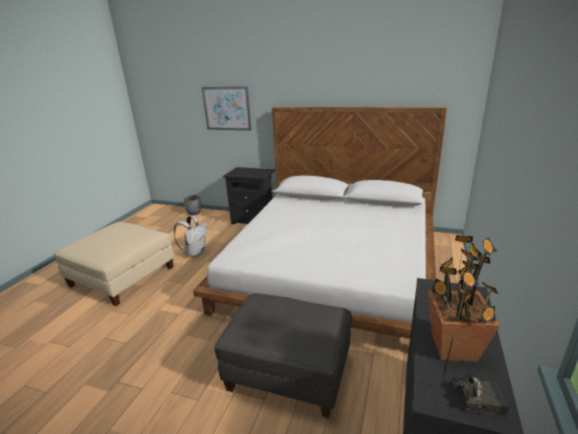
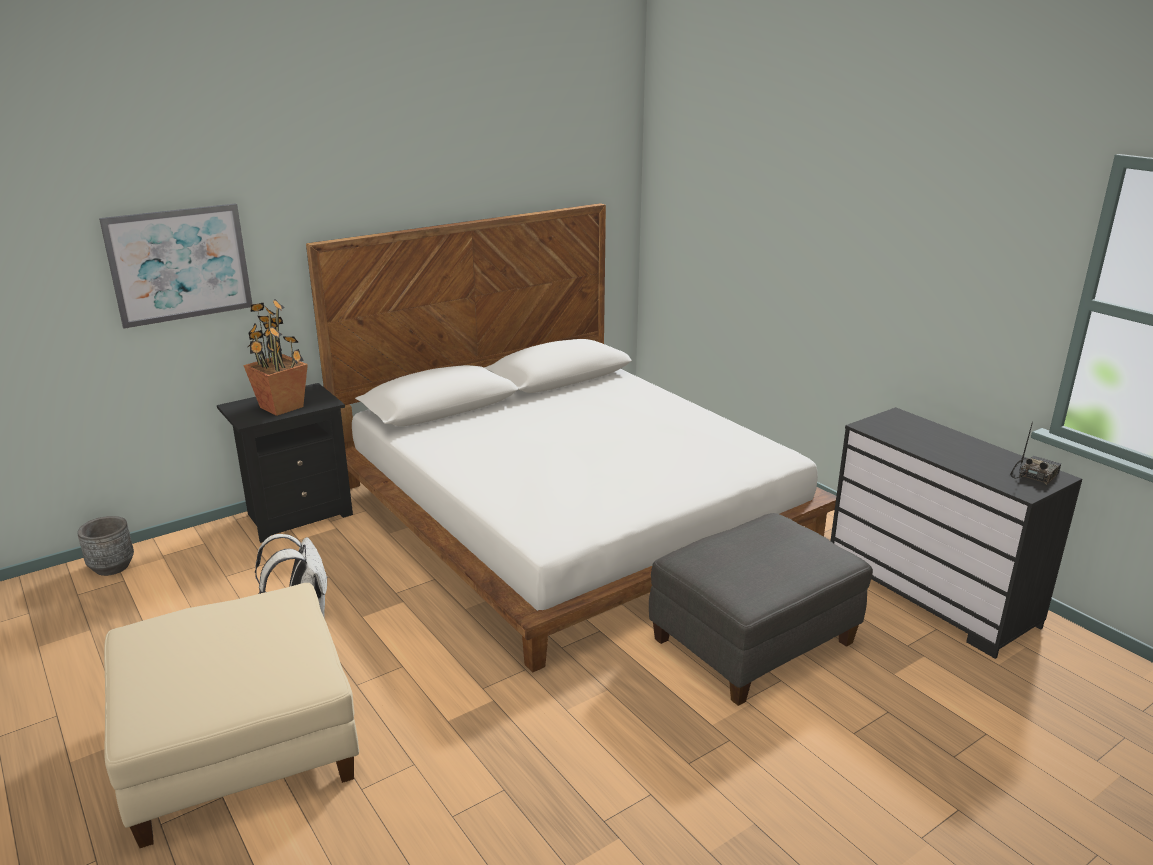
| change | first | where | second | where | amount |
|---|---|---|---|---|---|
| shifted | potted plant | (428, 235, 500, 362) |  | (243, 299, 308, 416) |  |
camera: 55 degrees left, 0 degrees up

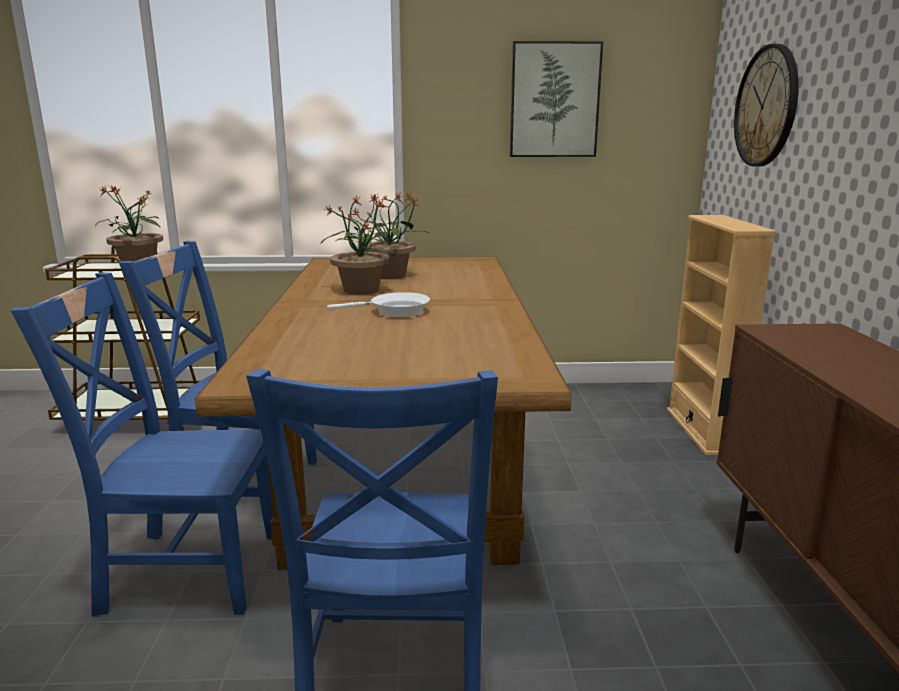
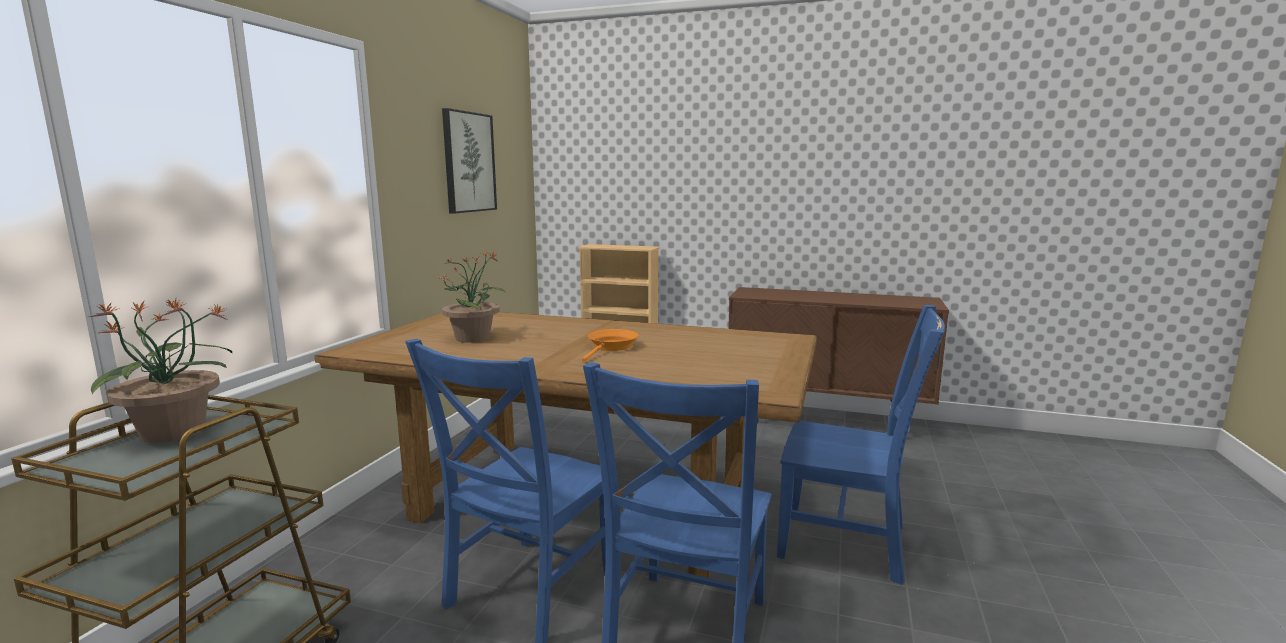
| change | first | where | second | where | amount |
|---|---|---|---|---|---|
| repainted | white frying pan | (327, 292, 430, 317) | orange frying pan | (582, 329, 639, 362) |  |
| gone | potted plant | (321, 195, 395, 294) |  |  |  |
| gone | wall clock | (734, 44, 799, 166) |  |  |  |
camera: 70 degrees left, 5 degrees down

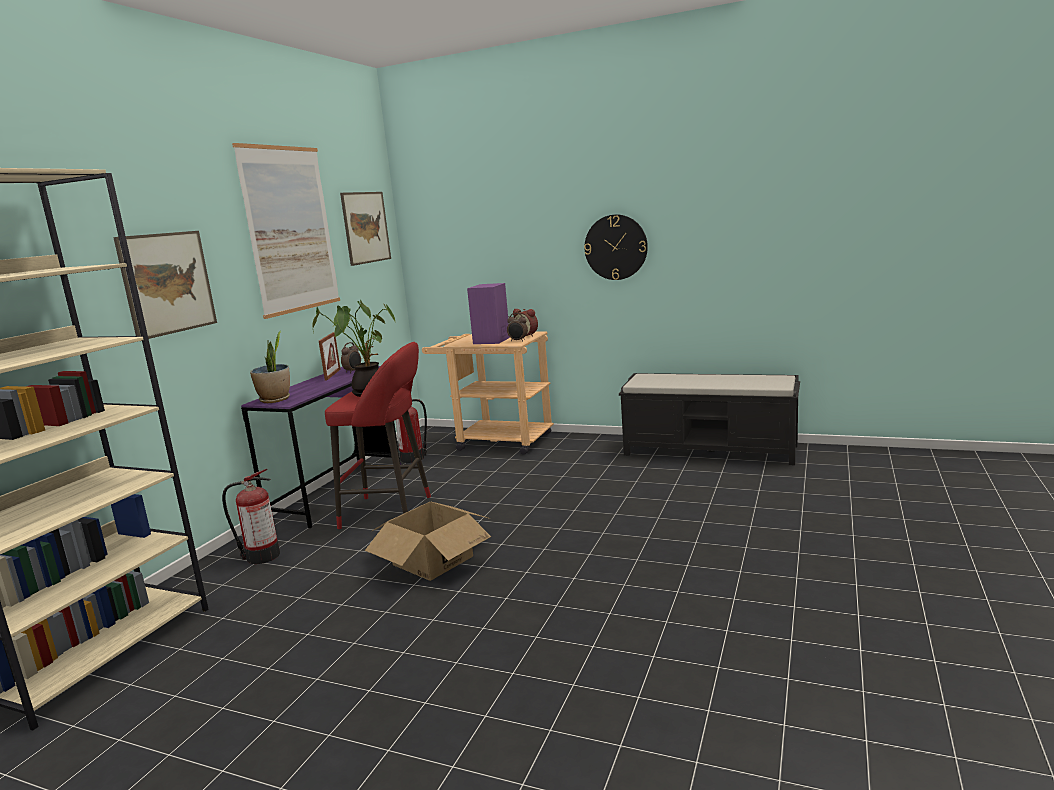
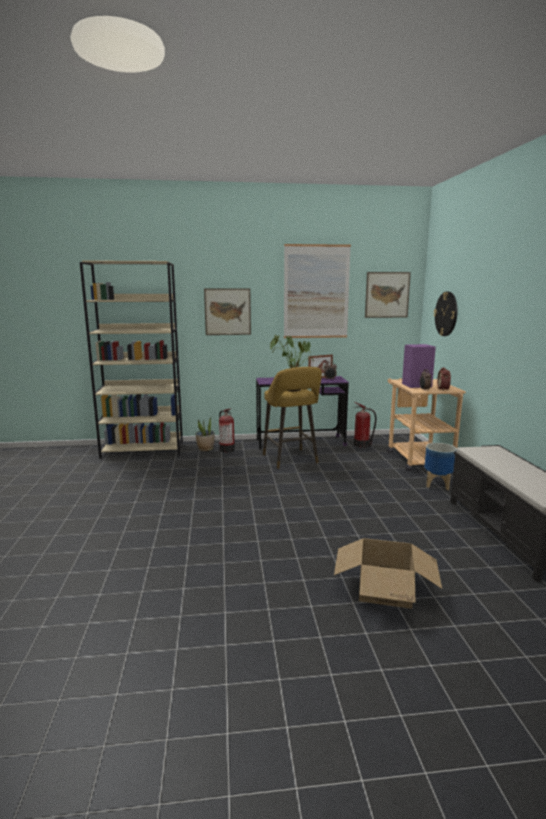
| change | first | where | second | where | amount |
|---|---|---|---|---|---|
| shifted | potted plant | (250, 331, 290, 403) |  | (196, 416, 215, 451) |  |
| repainted | red stool | (325, 342, 431, 529) | yellow stool | (263, 367, 322, 469) |  |
| shifted | cardboard box | (365, 502, 491, 581) |  | (334, 538, 442, 609) |  |
| new |  |  | planter | (424, 443, 457, 490) |  |
| shifted | wall clock | (584, 214, 648, 280) |  | (434, 292, 457, 336) |  |
camera: 60 degrees right, 0 degrees up

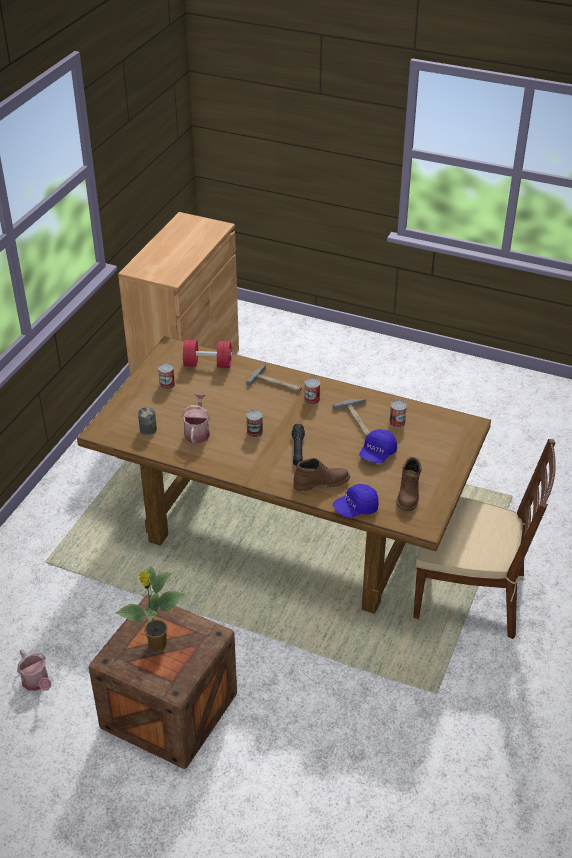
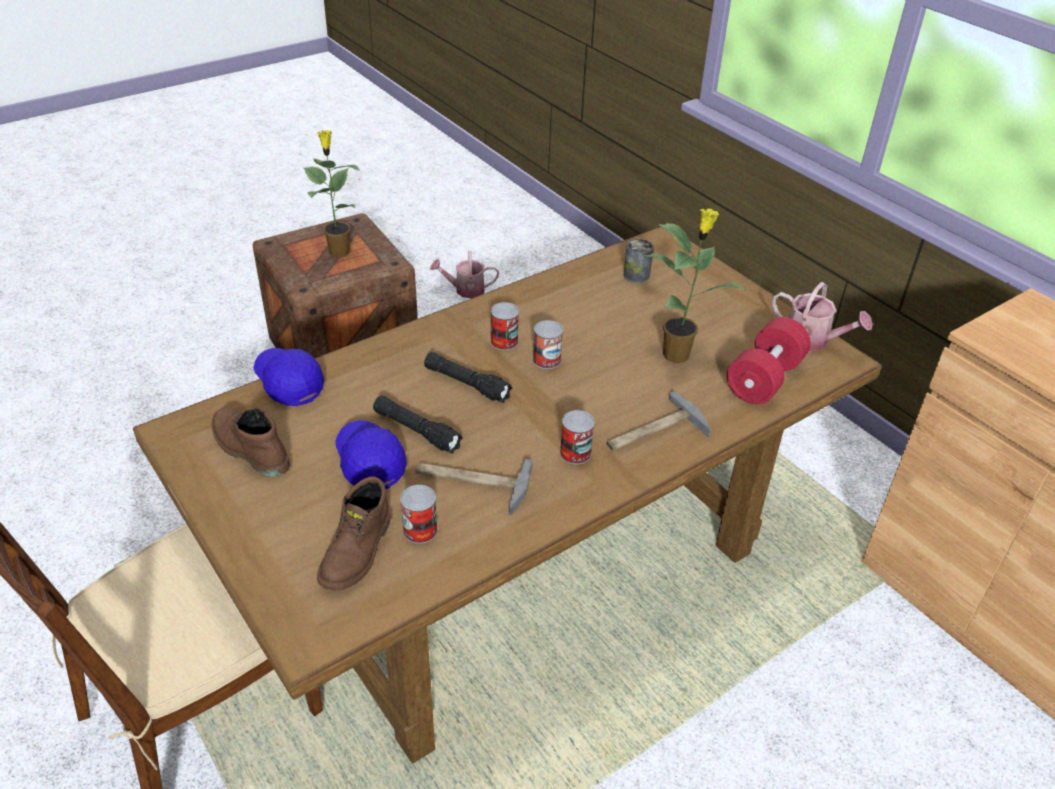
| change | first | where | second | where | amount |
|---|---|---|---|---|---|
| rotated | blue cap | (333, 484, 379, 518) |  | (254, 348, 324, 406) | 45 degrees counterclockwise |
| shifted | brown boot | (294, 458, 350, 492) |  | (317, 476, 390, 591) |  |
| new |  |  | black flashlight | (373, 395, 463, 454) |  |
| shifted | can | (158, 363, 175, 390) |  | (491, 302, 519, 350) |  |
| new |  |  | potted plant | (643, 208, 747, 363) |  |
| shifted | watering can | (181, 394, 210, 444) |  | (772, 282, 873, 351) |  |
camera: 120 degrees right, 0 degrees up

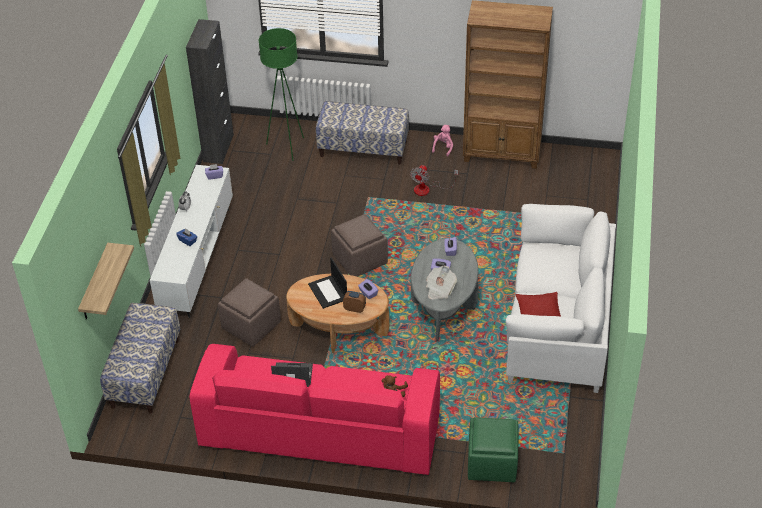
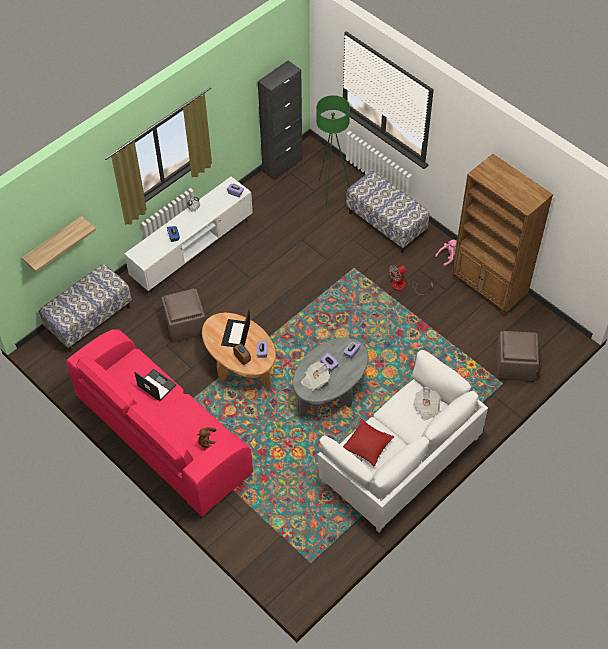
| change | first | where | second | where | amount |
|---|---|---|---|---|---|
| new |  |  | newspaper | (413, 387, 441, 421) |  |
| shifted | brown ottoman | (331, 214, 388, 277) |  | (496, 331, 539, 381) |  |
| gone | green ottoman | (468, 417, 519, 482) |  |  |  |
camera: 35 degrees right, 10 degrees up

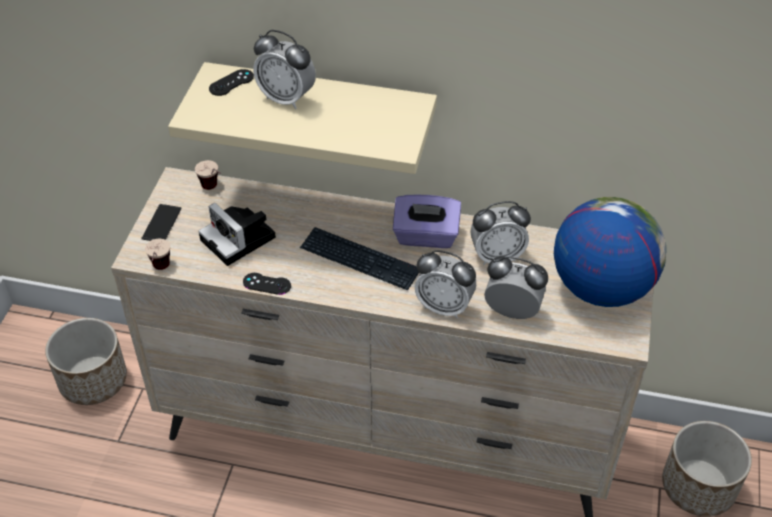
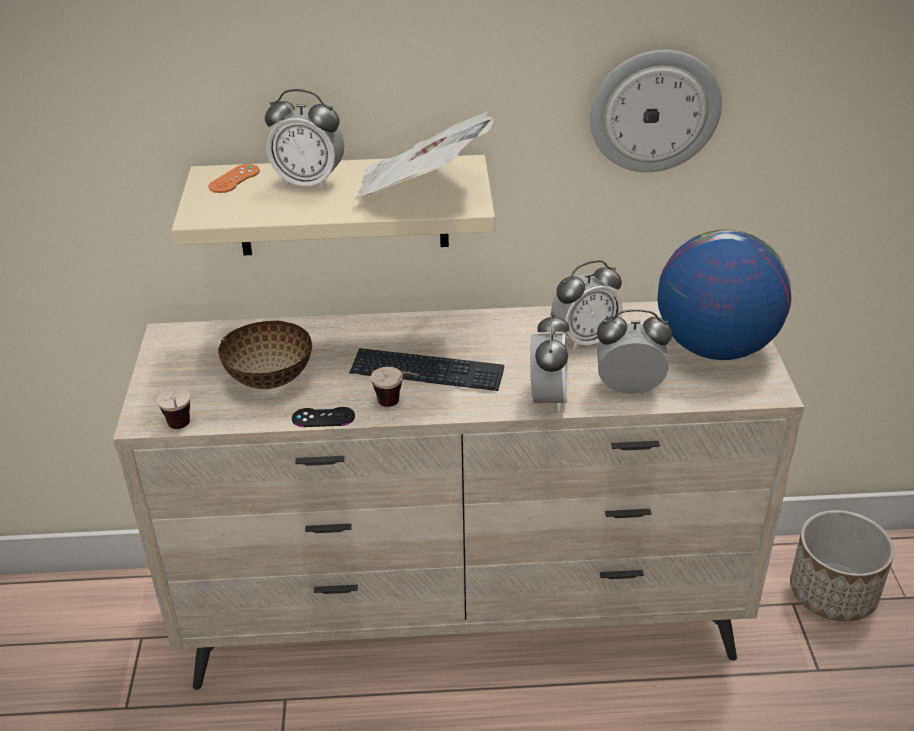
| change | first | where | second | where | amount |
|---|---|---|---|---|---|
| repainted | black game controller | (209, 69, 254, 96) | orange game controller | (209, 164, 260, 193) |  |
| swapped | photo camera | (198, 203, 276, 266) | bowl | (218, 320, 312, 389) |  |
| new |  |  | newspaper | (354, 112, 494, 200) |  |
| shifted | cup | (195, 160, 221, 190) |  | (371, 367, 419, 407) |  |
| rotated | alarm clock | (415, 250, 476, 318) |  | (530, 312, 569, 413) | 90 degrees counterclockwise |
| new |  |  | wall clock | (590, 50, 722, 172) |  |
| gone | planter | (45, 318, 127, 405) |  |  |  |
| gone | phone | (141, 204, 182, 241) |  |  |  |
| gone | purple tissue box | (393, 195, 461, 248) |  |  |  |
camera: 15 degrees left, 10 degrees down

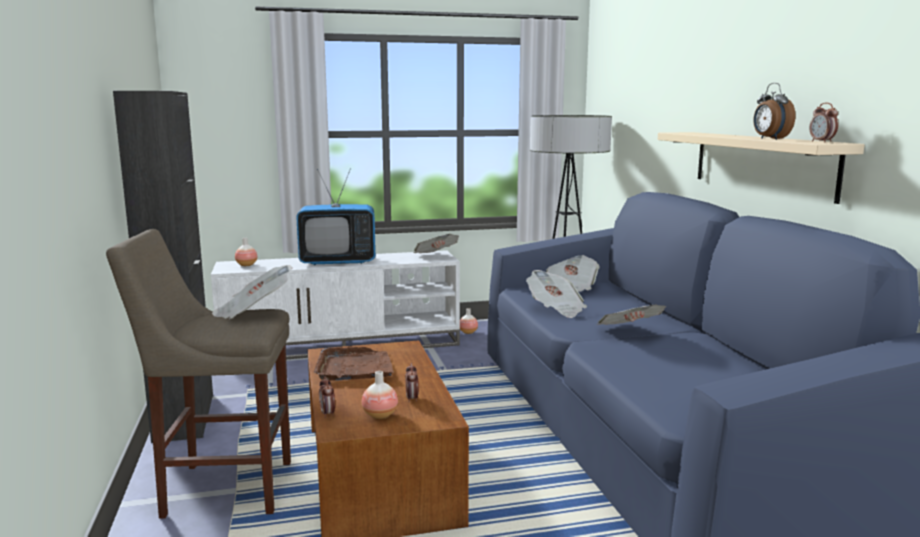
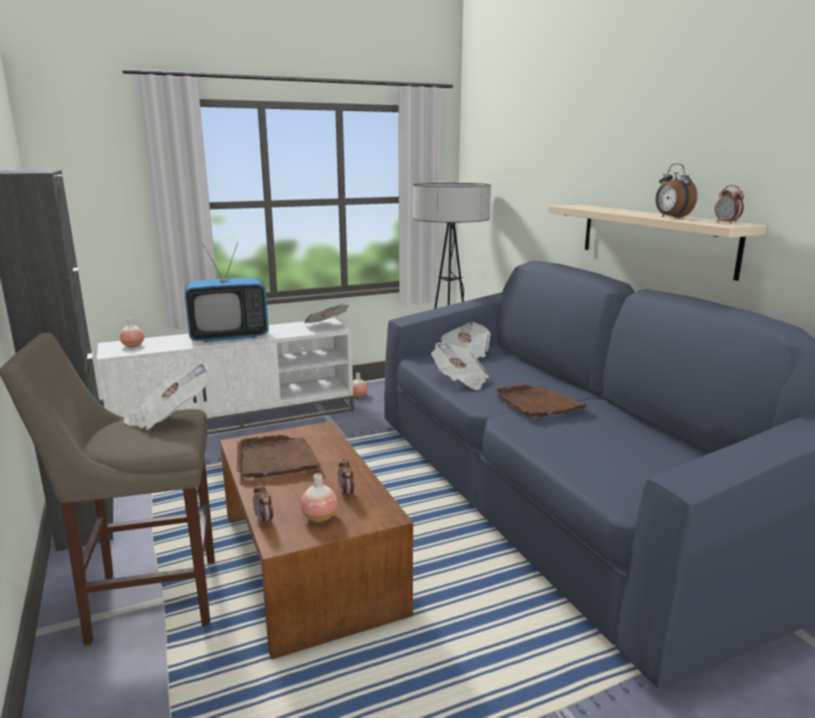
| change | first | where | second | where | amount |
|---|---|---|---|---|---|
| swapped | newspaper | (598, 305, 666, 325) | brown tray | (495, 385, 590, 418) |  |
camera: 10 degrees left, 5 degrees up

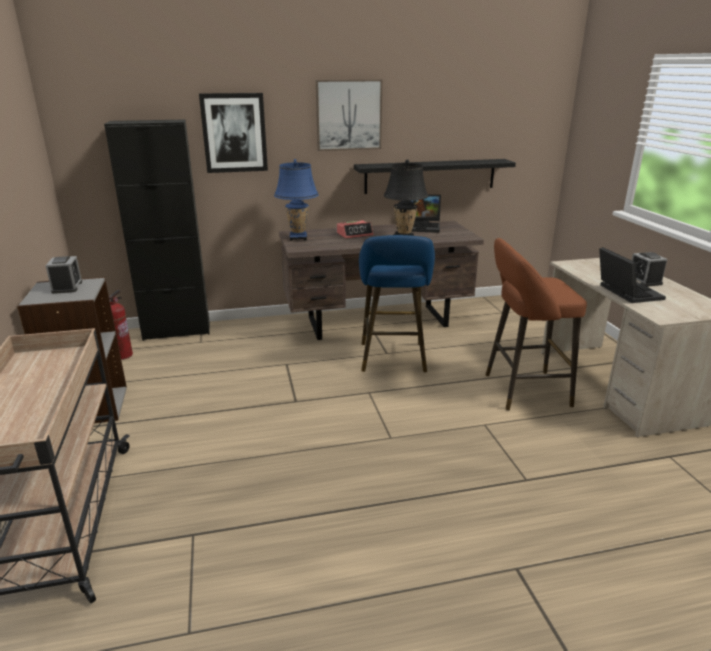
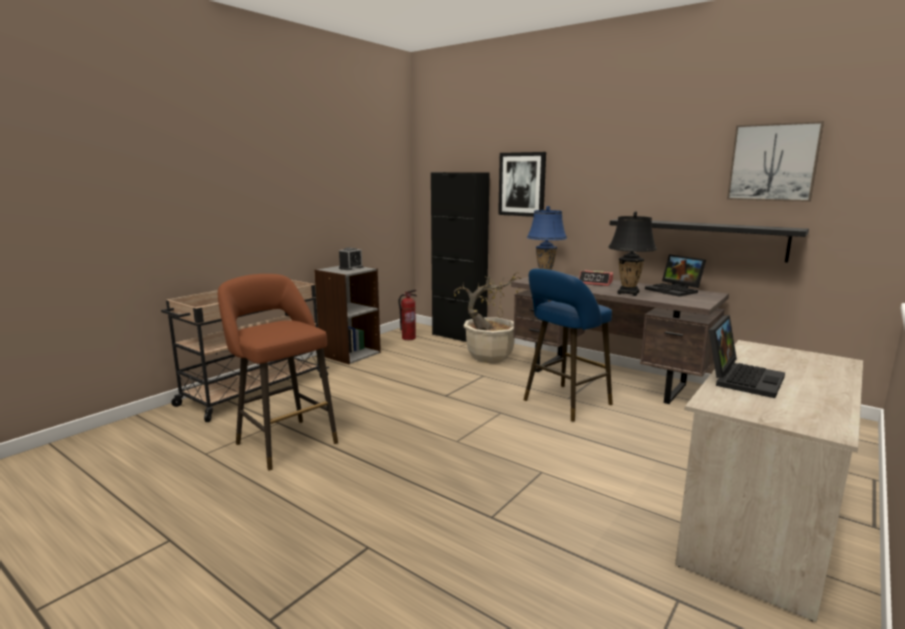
| change | first | where | second | where | amount |
|---|---|---|---|---|---|
| shifted | brown stool | (486, 238, 587, 410) |  | (218, 274, 338, 470) |  |
| new |  |  | potted plant | (453, 272, 521, 363) |  |
| shifted | picture | (316, 80, 382, 151) |  | (727, 121, 824, 202) |  |
| gone | alarm clock | (631, 252, 667, 287) |  |  |  |
camera: 50 degrees right, 10 degrees down

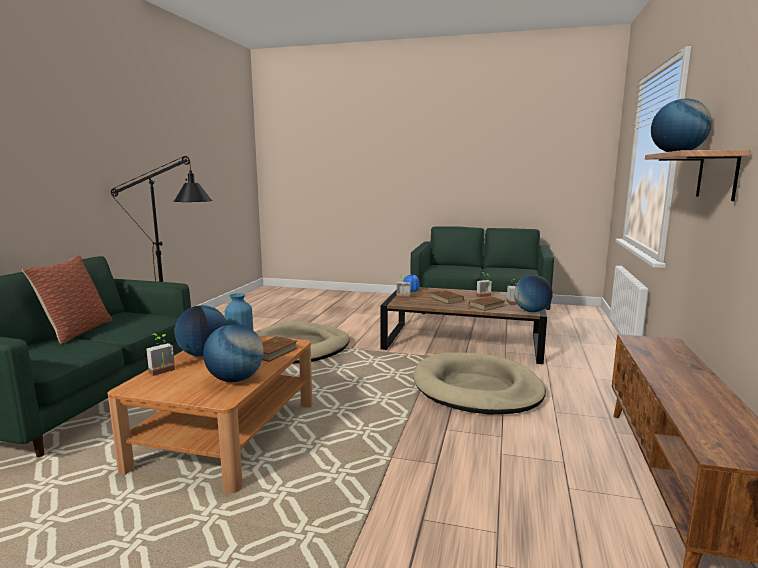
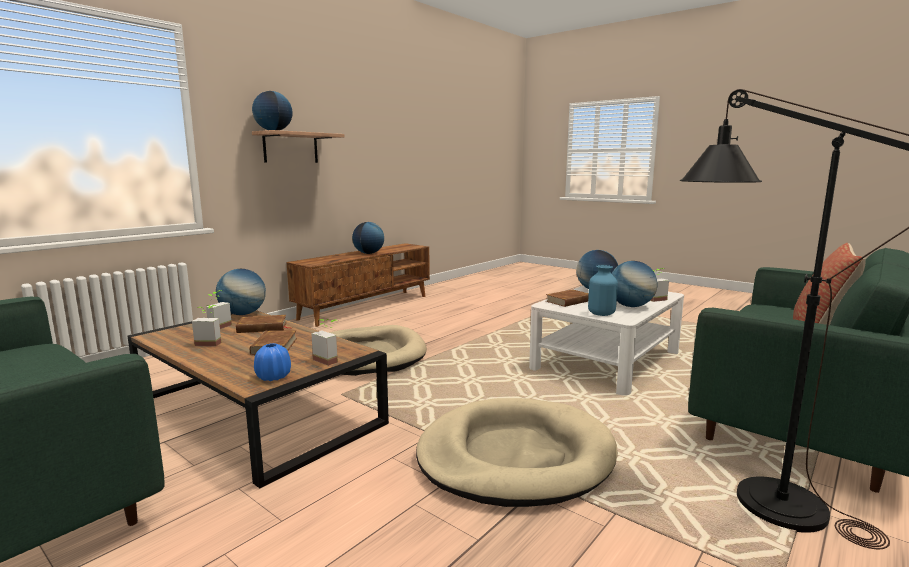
| change | first | where | second | where | amount |
|---|---|---|---|---|---|
| new |  |  | globe | (352, 222, 384, 254) |  |
| repainted | brown coffee table | (107, 336, 313, 494) | white coffee table | (529, 286, 684, 396) |  |
camera: 155 degrees left, 0 degrees up

